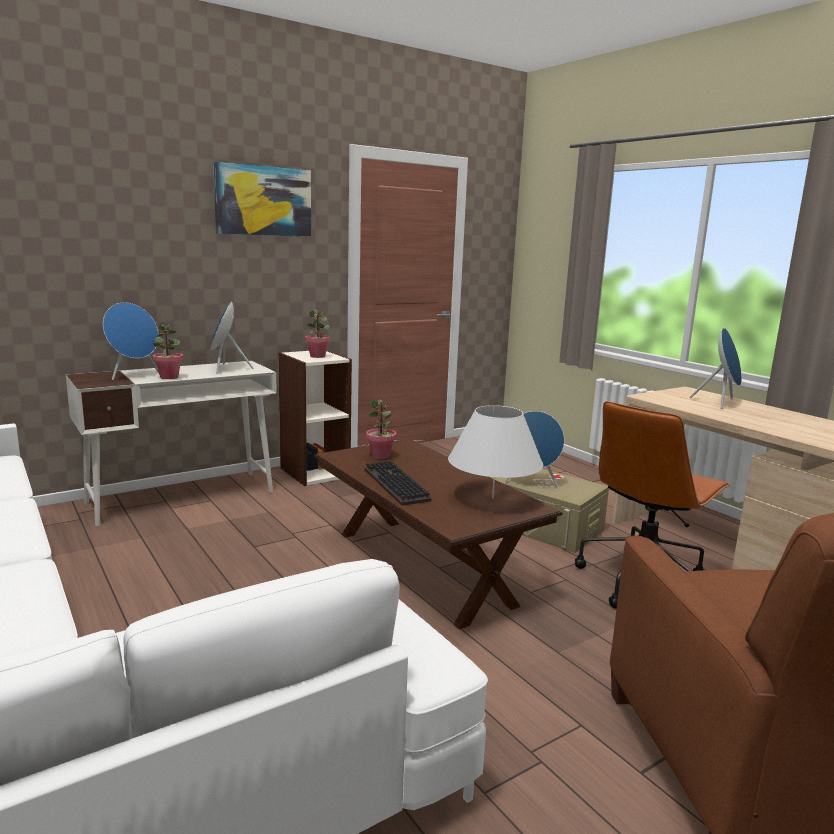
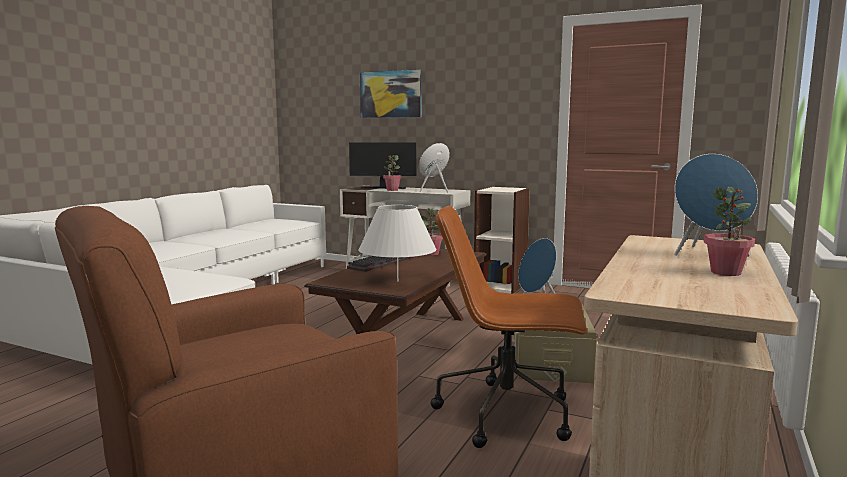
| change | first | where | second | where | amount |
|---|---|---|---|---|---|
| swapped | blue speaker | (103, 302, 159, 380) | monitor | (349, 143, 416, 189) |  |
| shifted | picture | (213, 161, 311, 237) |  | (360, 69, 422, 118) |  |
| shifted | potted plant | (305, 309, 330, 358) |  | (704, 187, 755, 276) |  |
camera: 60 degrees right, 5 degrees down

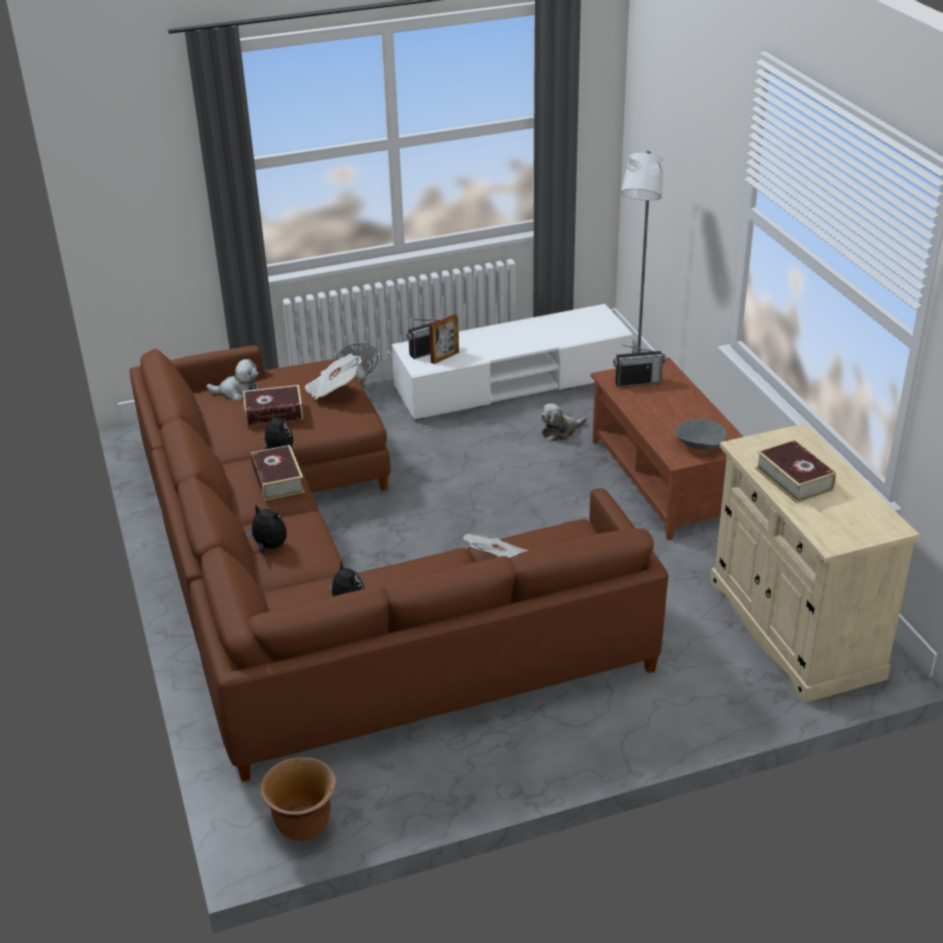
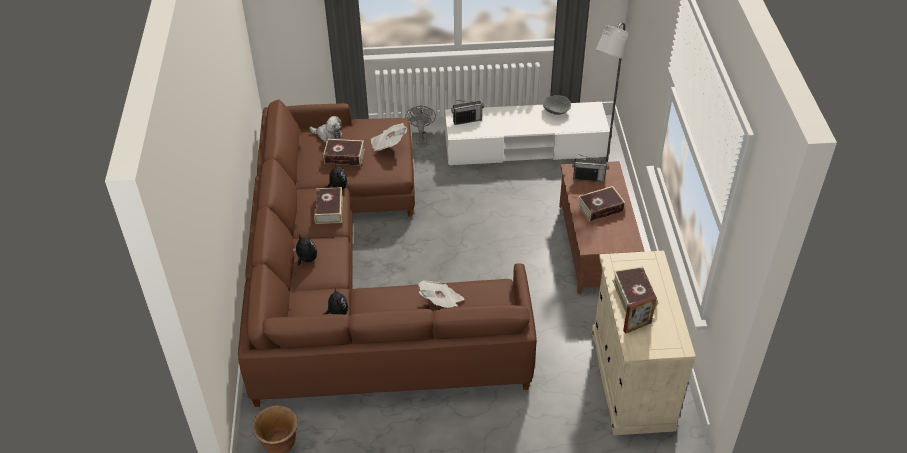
| change | first | where | second | where | amount |
|---|---|---|---|---|---|
| shifted | grey bowl | (675, 418, 727, 450) |  | (542, 95, 571, 115) |  |
| new |  |  | book | (577, 186, 625, 222) |  |
| shifted | picture frame | (429, 314, 459, 364) |  | (623, 295, 656, 334) |  |
| gone | plush toy | (541, 403, 586, 441) |  |  |  |
camera: 15 degrees right, 10 degrees up

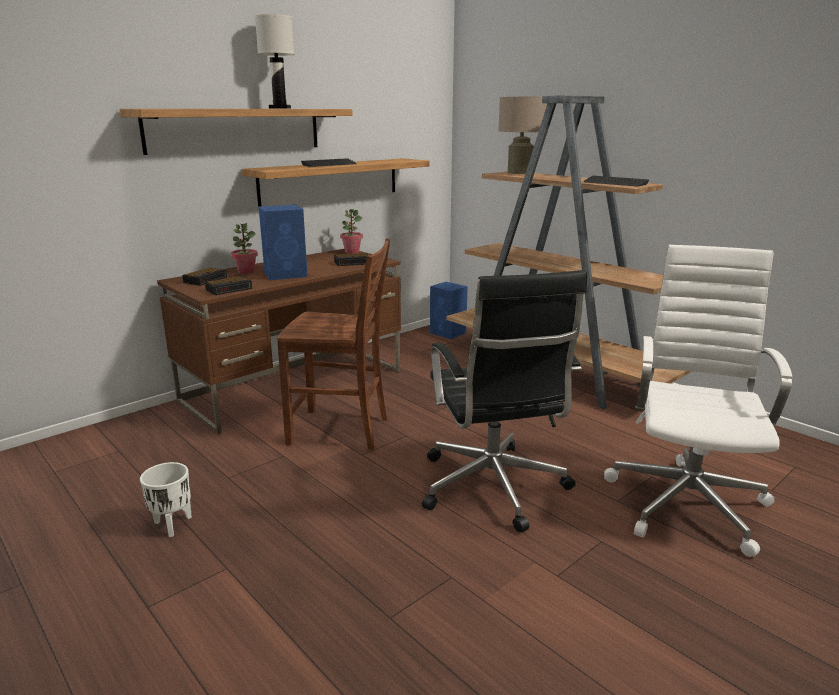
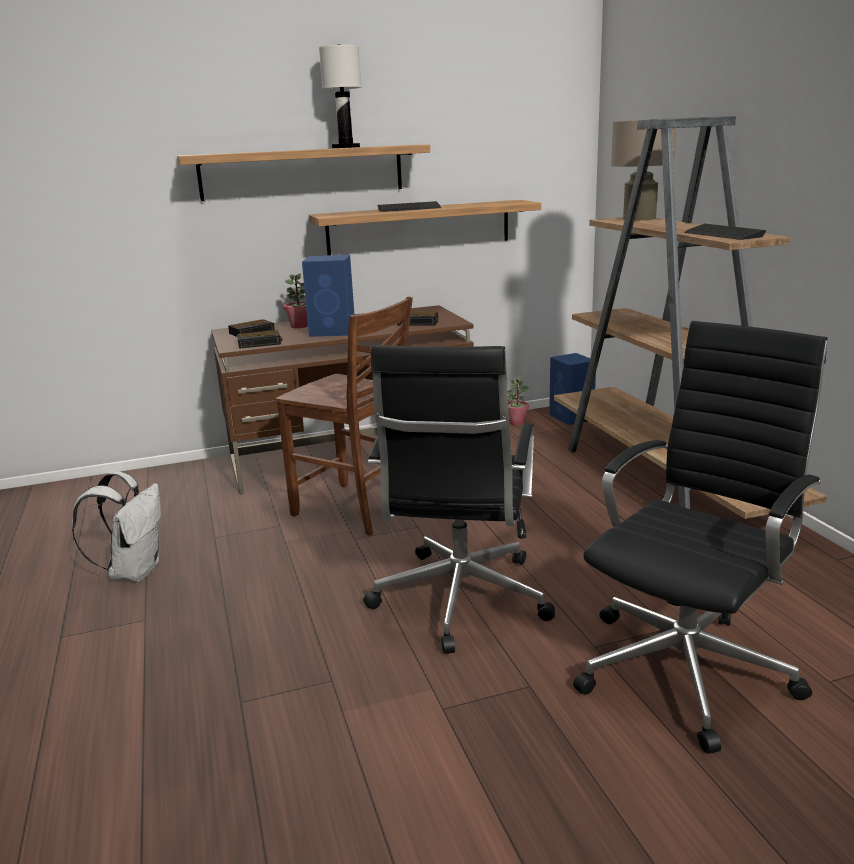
| change | first | where | second | where | amount |
|---|---|---|---|---|---|
| swapped | white planter | (140, 462, 192, 537) | white backpack | (72, 471, 161, 581) |  |
| shifted | potted plant | (340, 209, 363, 254) |  | (507, 378, 529, 425) |  |
| repainted | white office chair | (604, 245, 792, 557) | black office chair | (573, 321, 828, 754) |  |
camera: 25 degrees right, 0 degrees up

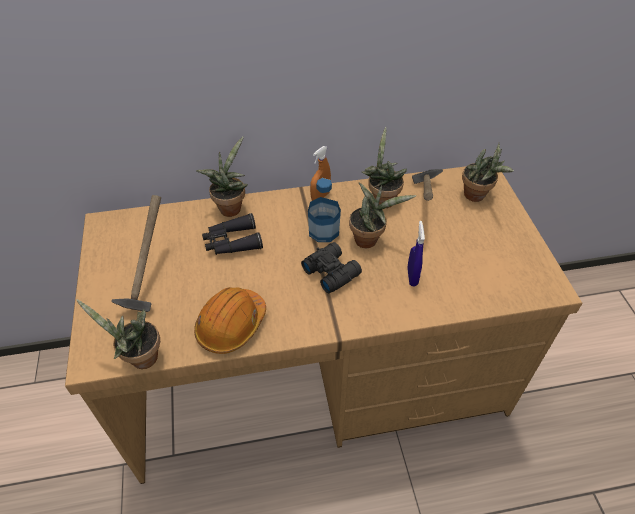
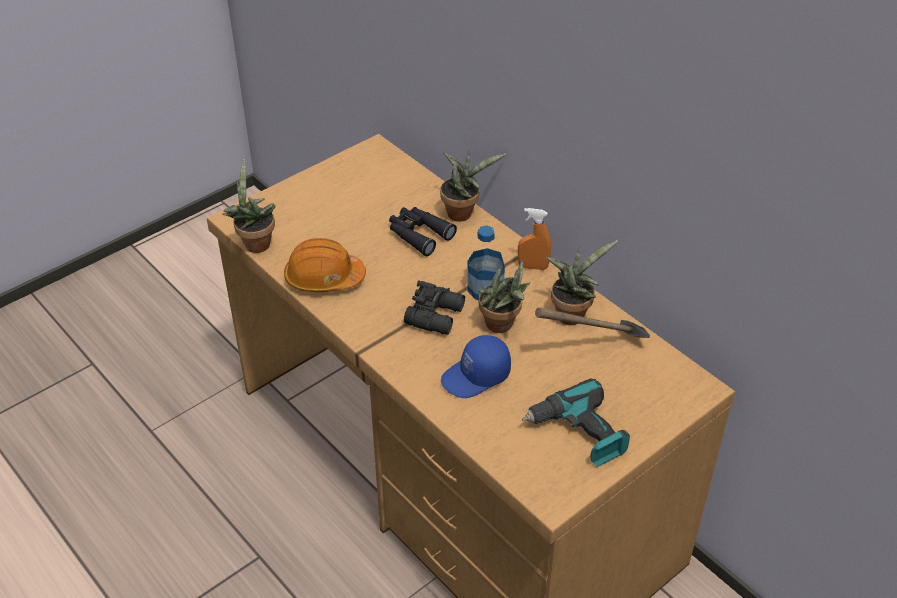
| change | first | where | second | where | amount |
|---|---|---|---|---|---|
| swapped | blue spray bottle | (407, 221, 425, 287) | blue cap | (441, 335, 511, 398) |  |
| new |  |  | power drill | (522, 379, 630, 467) |  |
| gone | hammer | (111, 195, 161, 312) |  |  |  |
| gone | potted plant | (462, 143, 514, 202) |  |  |  |
camera: 60 degrees right, 5 degrees down

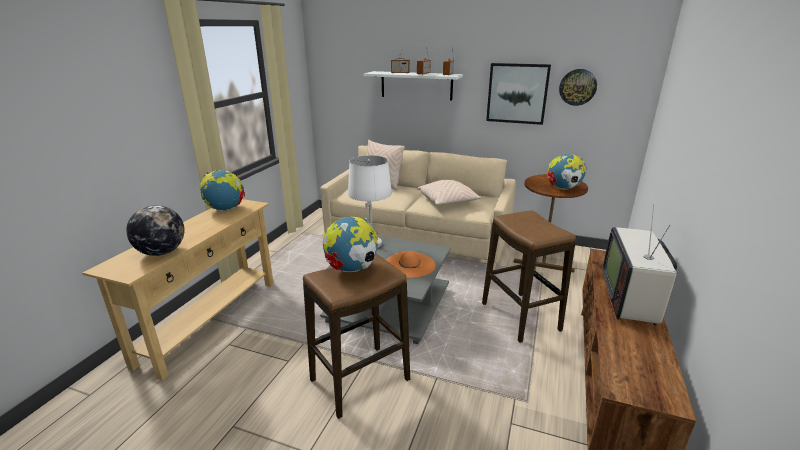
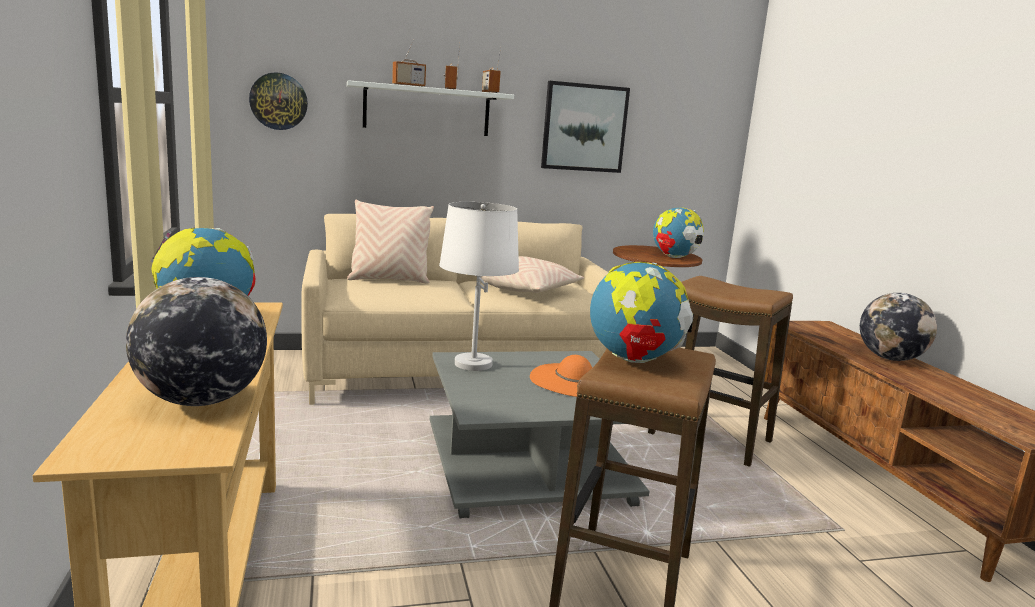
| change | first | where | second | where | amount |
|---|---|---|---|---|---|
| shifted | wall clock | (559, 69, 597, 106) |  | (249, 72, 308, 130) |  |
| swapped | television | (602, 205, 677, 325) | globe | (860, 293, 937, 361) |  |
camera: 35 degrees left, 10 degrees down

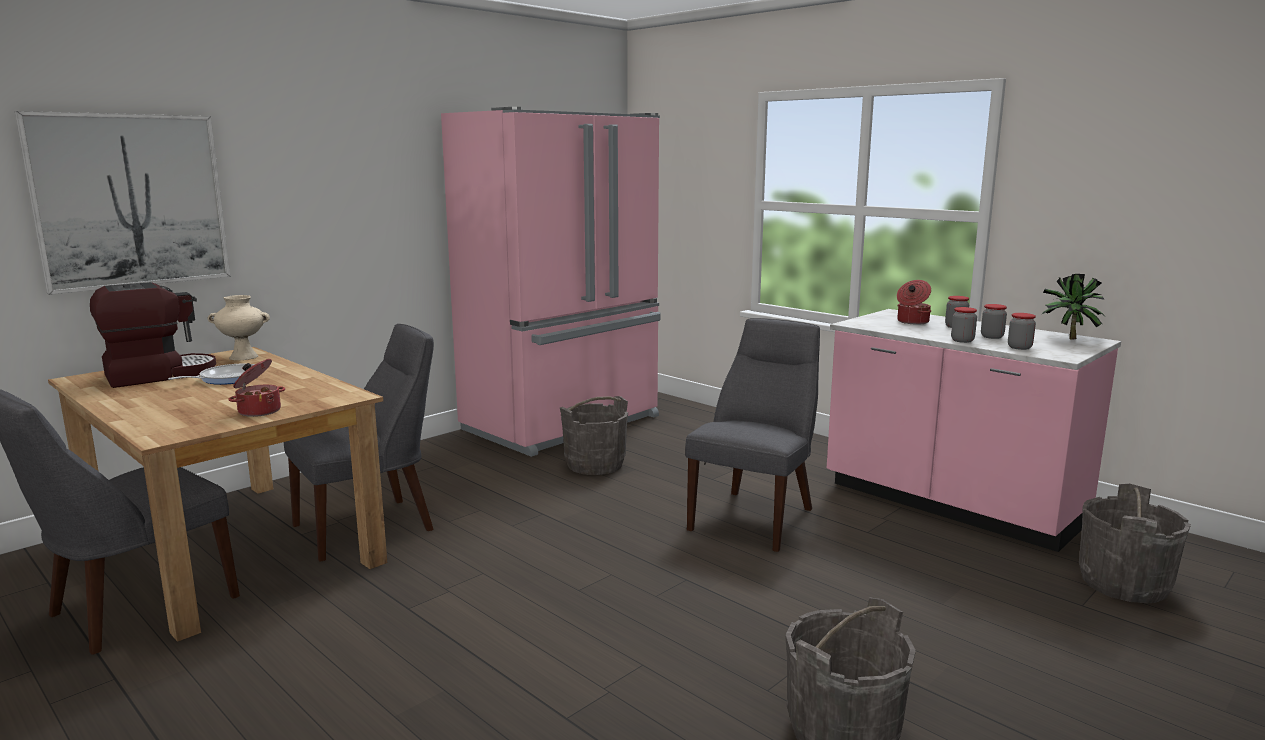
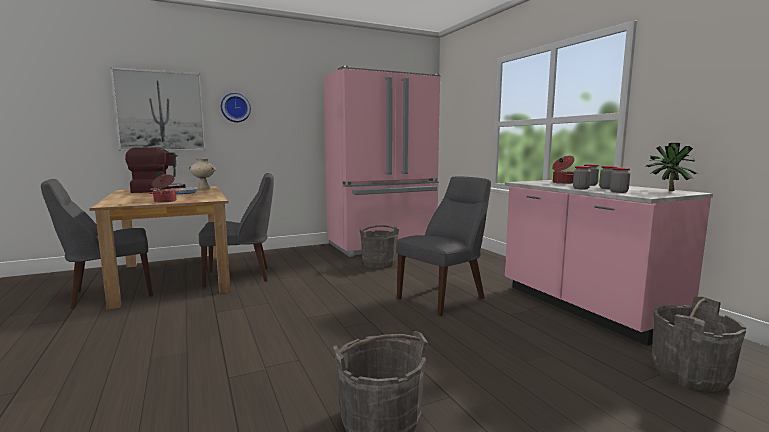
| change | first | where | second | where | amount |
|---|---|---|---|---|---|
| new |  |  | wall clock | (221, 93, 251, 122) |  |
camera: 20 degrees right, 5 degrees down

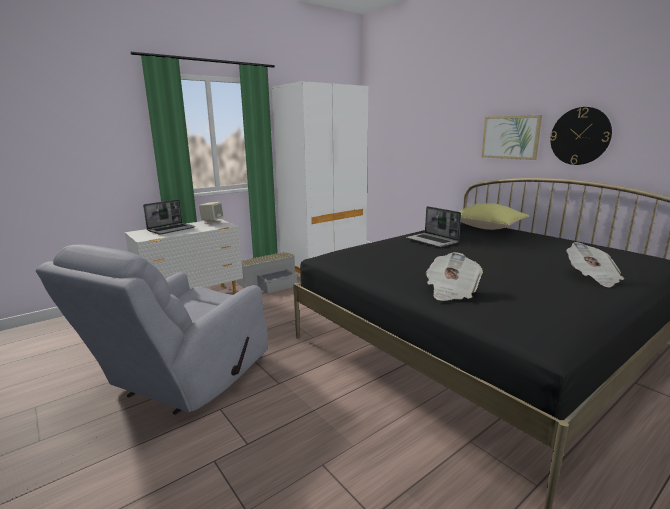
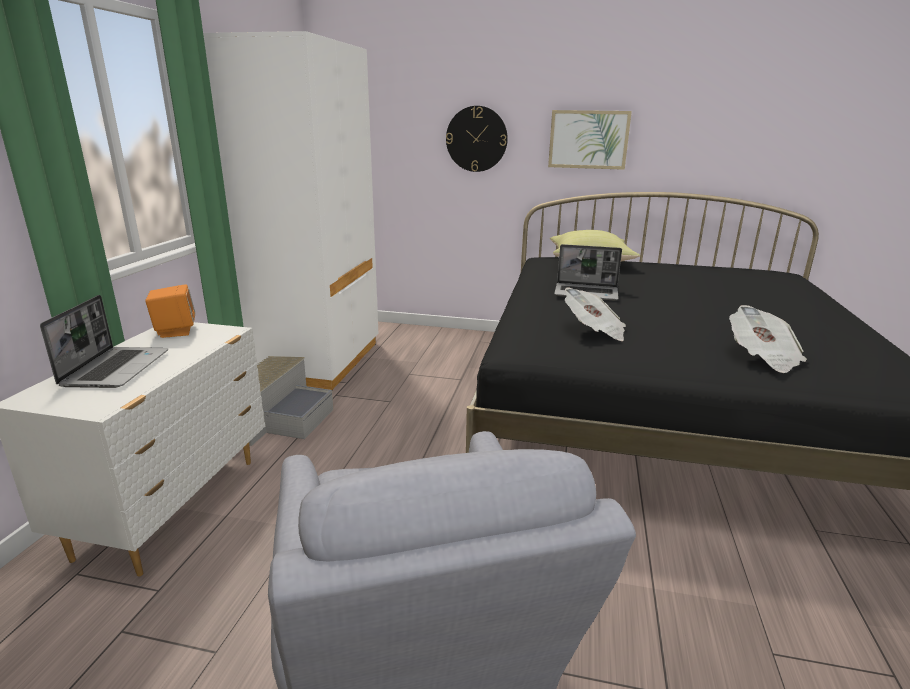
| change | first | where | second | where | amount |
|---|---|---|---|---|---|
| repainted | beige speaker | (199, 202, 224, 224) | orange speaker | (145, 284, 196, 338) |  |
| shifted | wall clock | (550, 107, 612, 165) |  | (446, 106, 508, 172) |  |
| shifted | newspaper | (566, 242, 624, 288) |  | (565, 288, 626, 341) |  |
camera: 40 degrees left, 5 degrees up

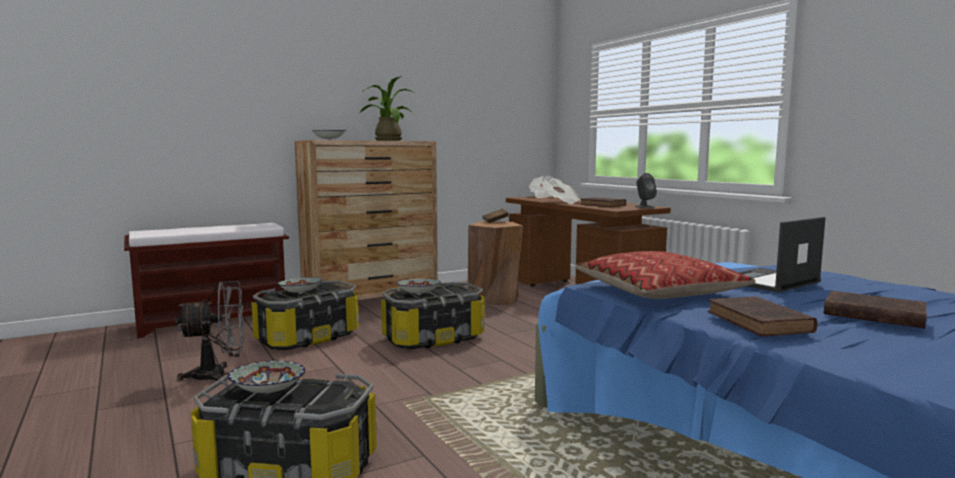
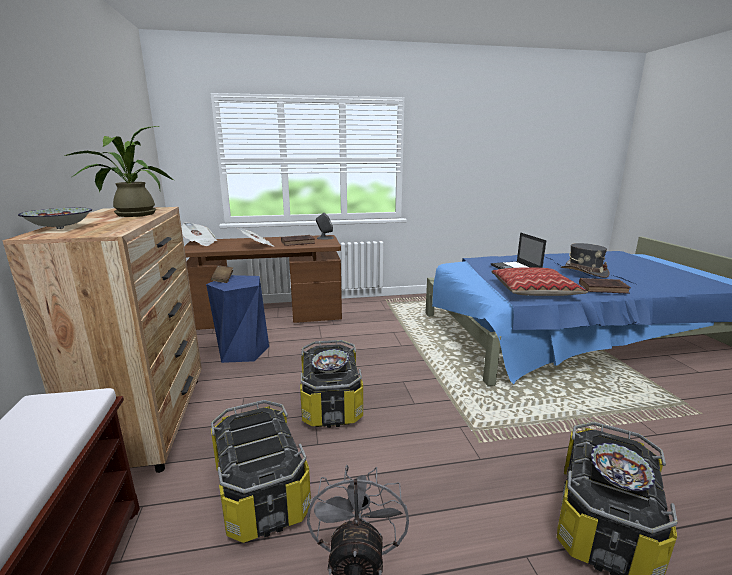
| change | first | where | second | where | amount |
|---|---|---|---|---|---|
| repainted | brown stool | (468, 221, 523, 306) | blue stool | (206, 275, 269, 363) |  |
| swapped | brown book | (824, 291, 927, 328) | grey hat | (561, 243, 610, 278) |  |
| gone | bowl | (277, 277, 322, 294) |  |  |  |
camera: 70 degrees left, 10 degrees up

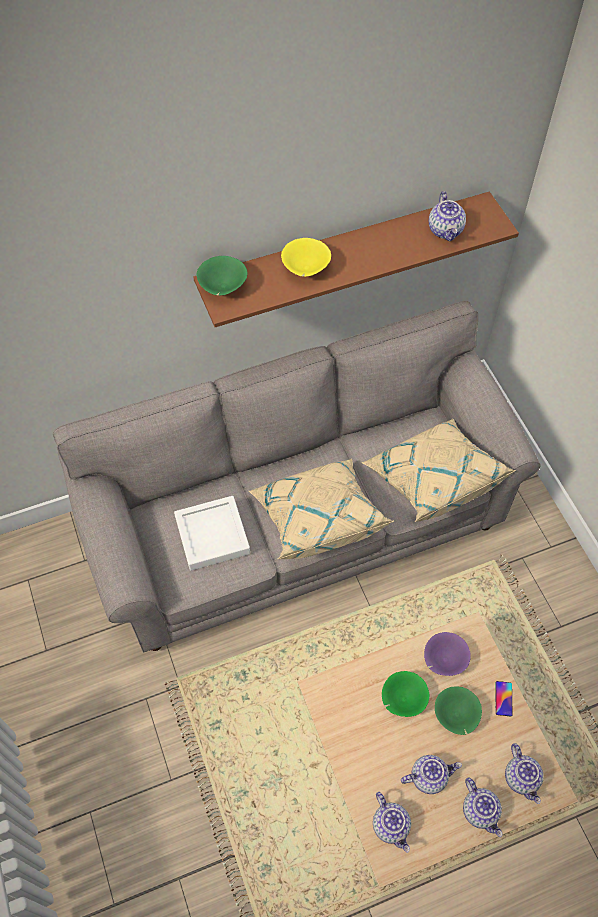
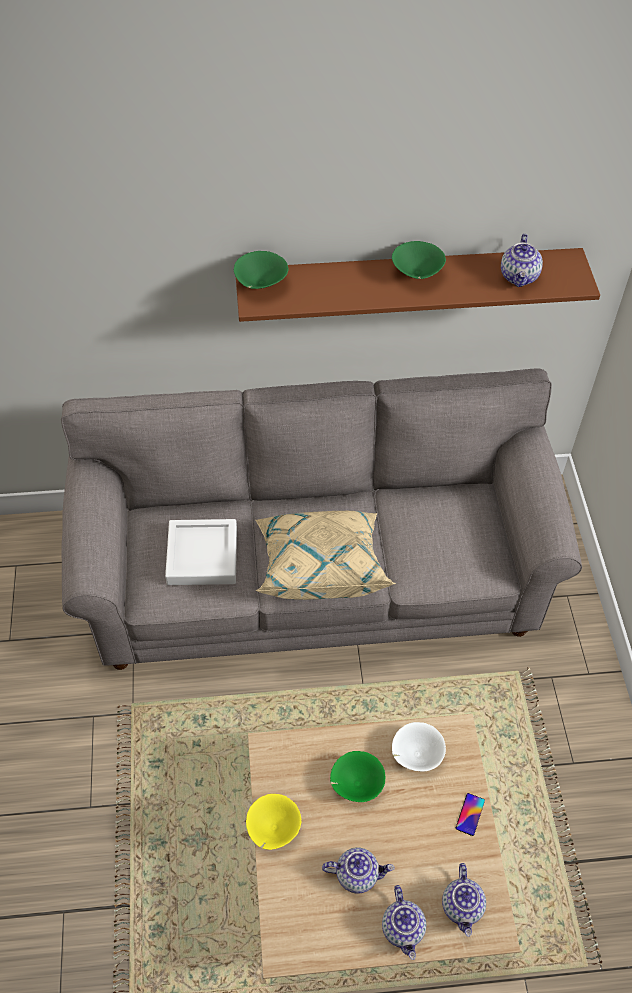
| change | first | where | second | where | amount |
|---|---|---|---|---|---|
| shifted | yellow bowl | (281, 238, 331, 277) |  | (246, 794, 301, 850) |  |
| shifted | green bowl | (435, 686, 482, 735) |  | (392, 241, 446, 279) |  |
| repainted | purple bowl | (424, 632, 471, 676) | white bowl | (392, 722, 446, 772) |  |
| gone | beige pillow | (362, 419, 516, 522) |  |  |  |
| gone | teapot | (373, 792, 411, 853) |  |  |  |
camera: 15 degrees right, 5 degrees down

